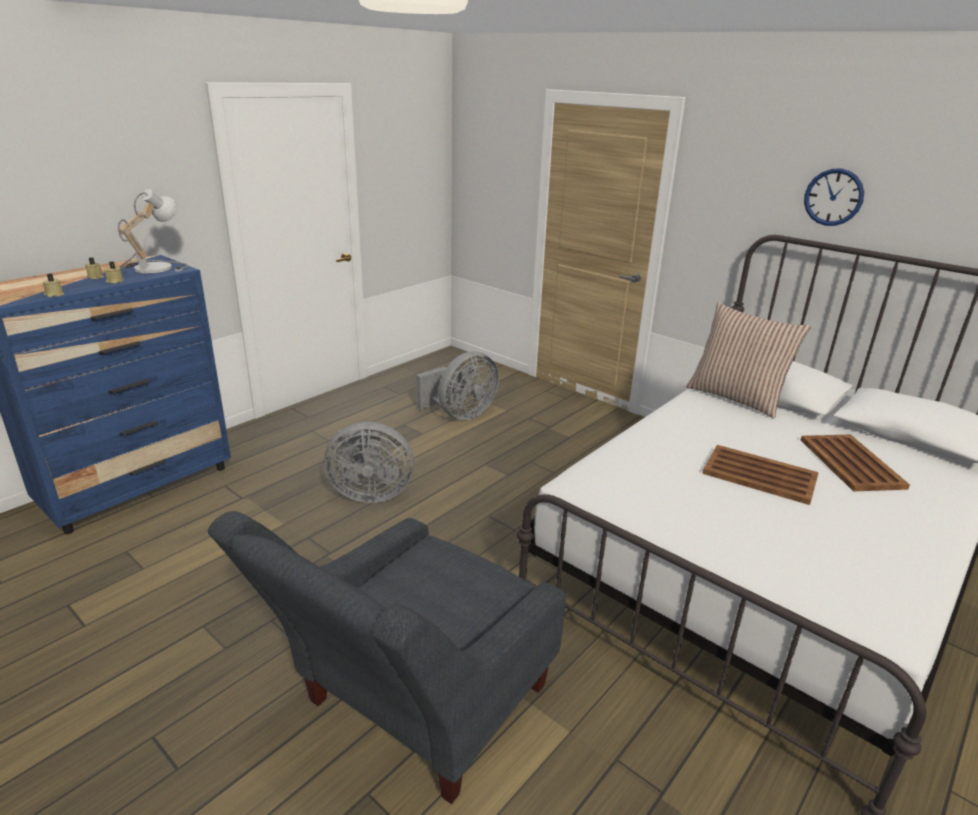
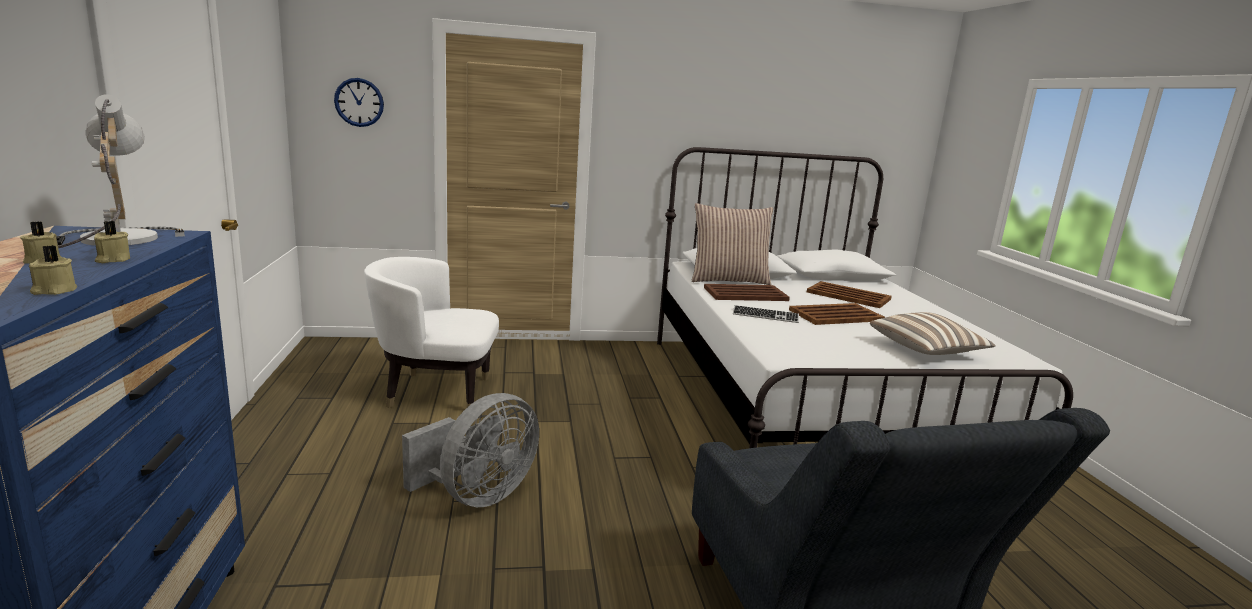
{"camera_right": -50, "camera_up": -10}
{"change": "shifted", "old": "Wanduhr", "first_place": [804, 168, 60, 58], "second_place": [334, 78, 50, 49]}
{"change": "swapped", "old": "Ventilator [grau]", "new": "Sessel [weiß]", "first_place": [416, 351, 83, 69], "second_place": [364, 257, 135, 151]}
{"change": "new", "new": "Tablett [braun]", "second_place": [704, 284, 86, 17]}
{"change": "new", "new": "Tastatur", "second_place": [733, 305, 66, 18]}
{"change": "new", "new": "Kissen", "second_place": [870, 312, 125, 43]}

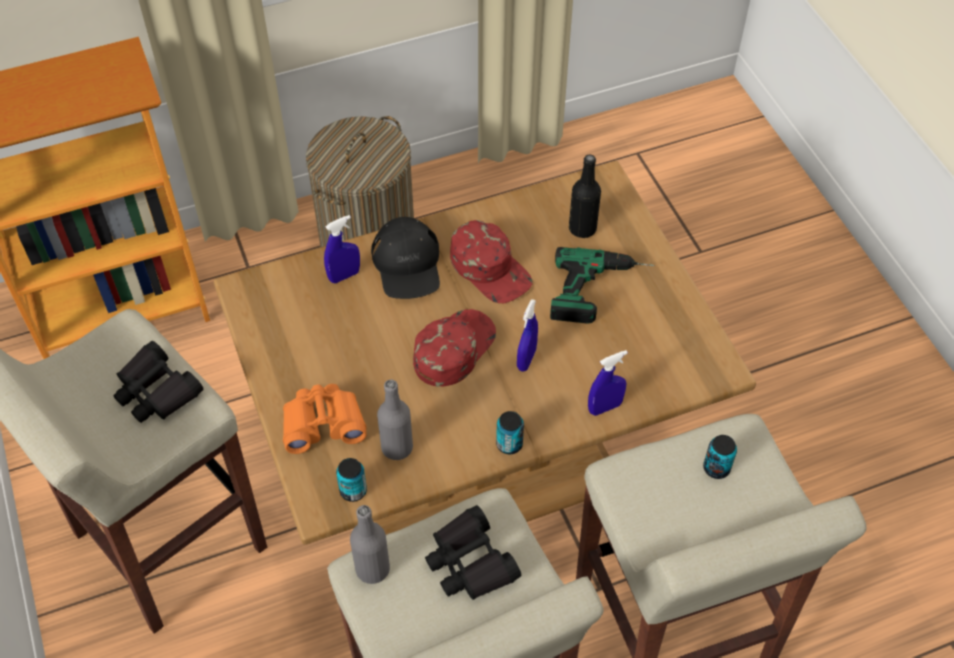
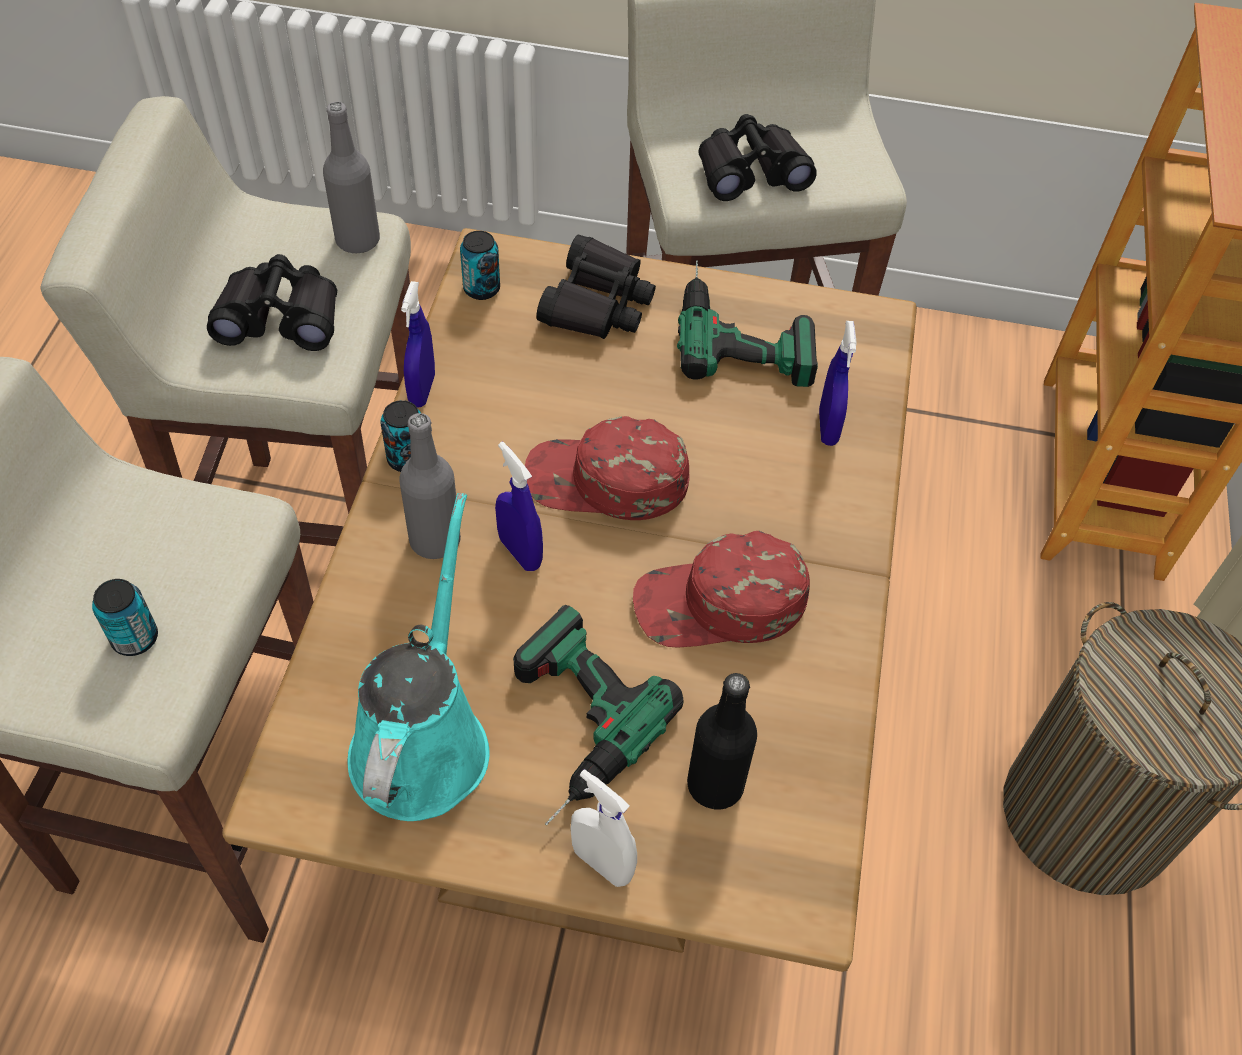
{"camera_right": 120, "camera_up": 0}
{"change": "new", "new": "Gießkanne [türkis]", "second_place": [347, 493, 143, 328]}
{"change": "shifted", "old": "Flasche [grau]", "first_place": [377, 380, 36, 80], "second_place": [399, 413, 62, 146]}
{"change": "shifted", "old": "Sprühflasche [blau]", "first_place": [588, 350, 40, 66], "second_place": [401, 281, 34, 127]}
{"change": "rotated", "old": "Kappe [rot]", "first_place": [413, 309, 83, 78], "second_place": [525, 416, 165, 104], "degrees": 120}
{"change": "repainted", "old": "Fernglas [orange]", "new": "Fernglas [schwarz]", "first_place": [283, 384, 84, 70], "second_place": [536, 234, 120, 105]}
{"change": "new", "new": "Sprühflasche [weiß]", "second_place": [571, 769, 66, 118]}
{"change": "new", "new": "Bohrmaschine", "second_place": [677, 260, 141, 127]}
{"change": "gone", "old": "Kappe [schwarz]", "first_place": [371, 217, 69, 82]}

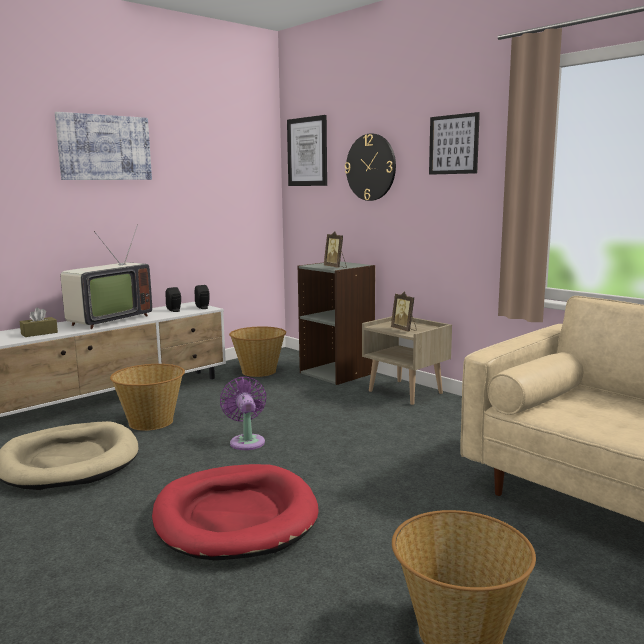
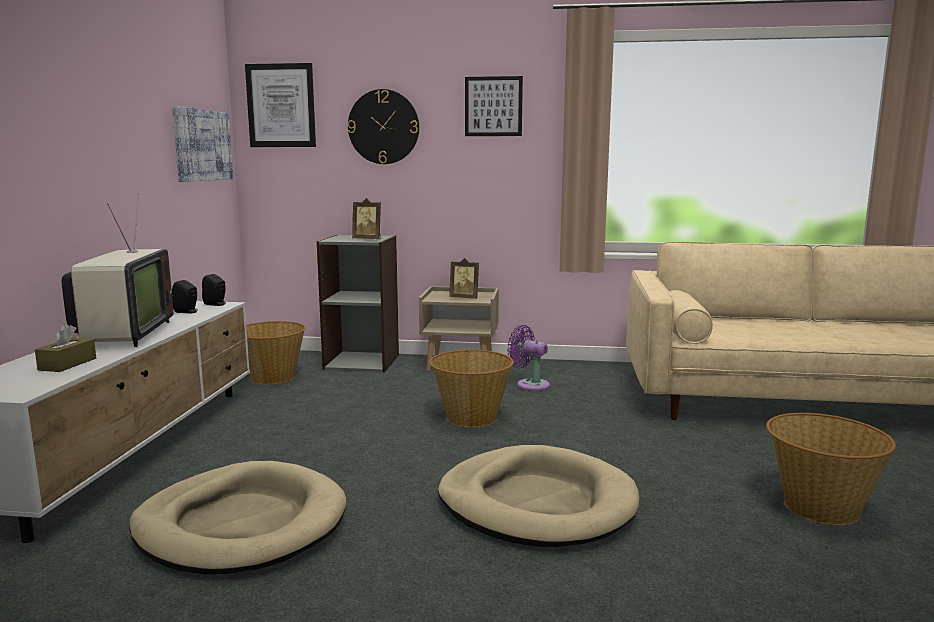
{"camera_right": -40, "camera_up": 0}
{"change": "shifted", "old": "Bild", "first_place": [55, 112, 97, 68], "second_place": [172, 106, 61, 76]}
{"change": "shifted", "old": "Korb", "first_place": [110, 364, 75, 67], "second_place": [429, 350, 85, 77]}
{"change": "repainted", "old": "Hundebett [rot]", "new": "Hundebett [beige]", "first_place": [152, 464, 167, 97], "second_place": [438, 445, 202, 102]}
{"change": "shifted", "old": "Ventilator [lila]", "first_place": [220, 377, 46, 73], "second_place": [507, 325, 43, 66]}

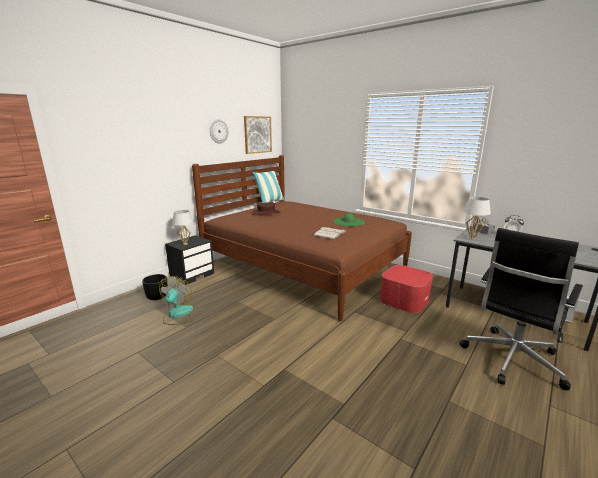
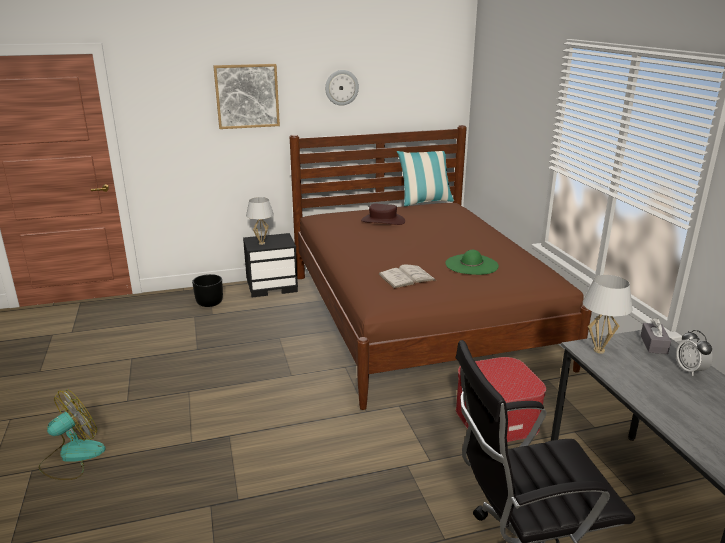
{"camera_right": 35, "camera_up": 5}
{"change": "shifted", "old": "Ventilator", "first_place": [159, 276, 36, 49], "second_place": [38, 389, 68, 91]}
{"change": "shifted", "old": "Bild", "first_place": [244, 116, 28, 38], "second_place": [213, 64, 67, 65]}

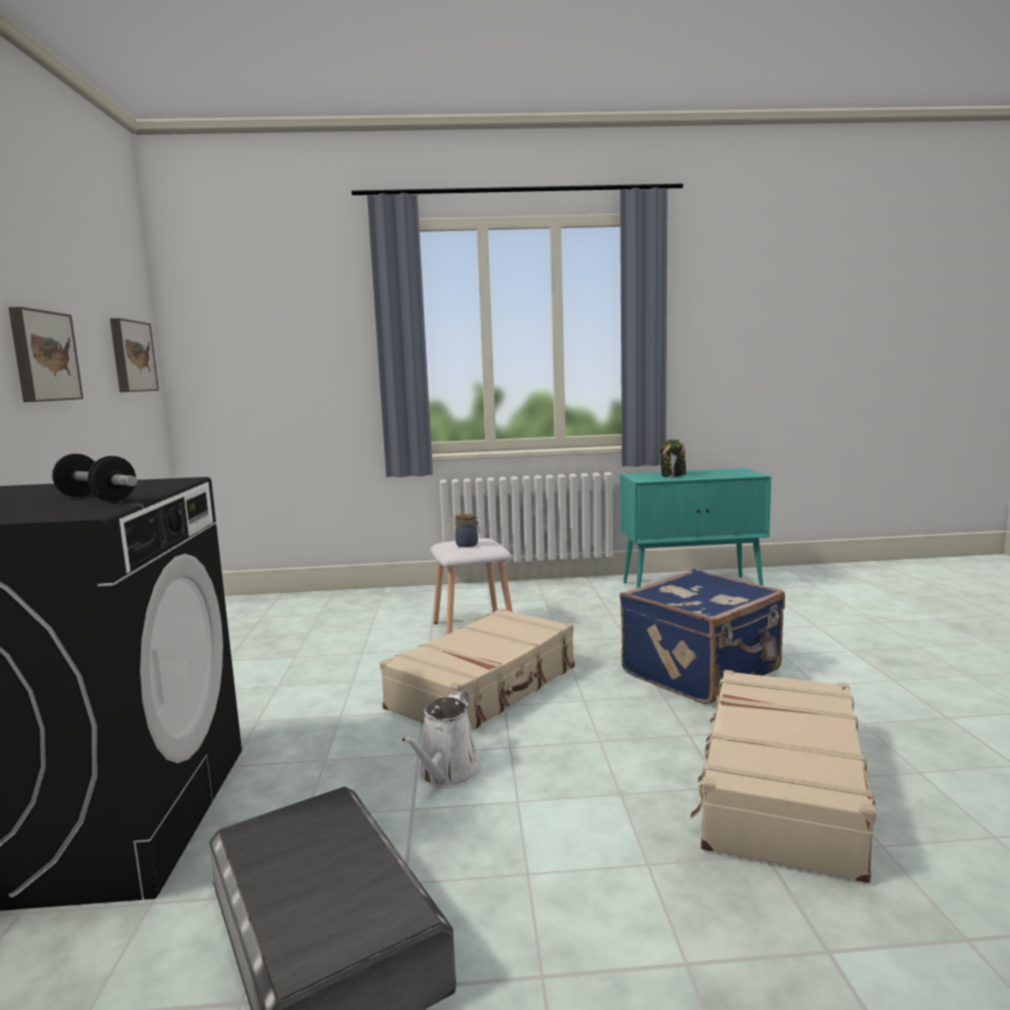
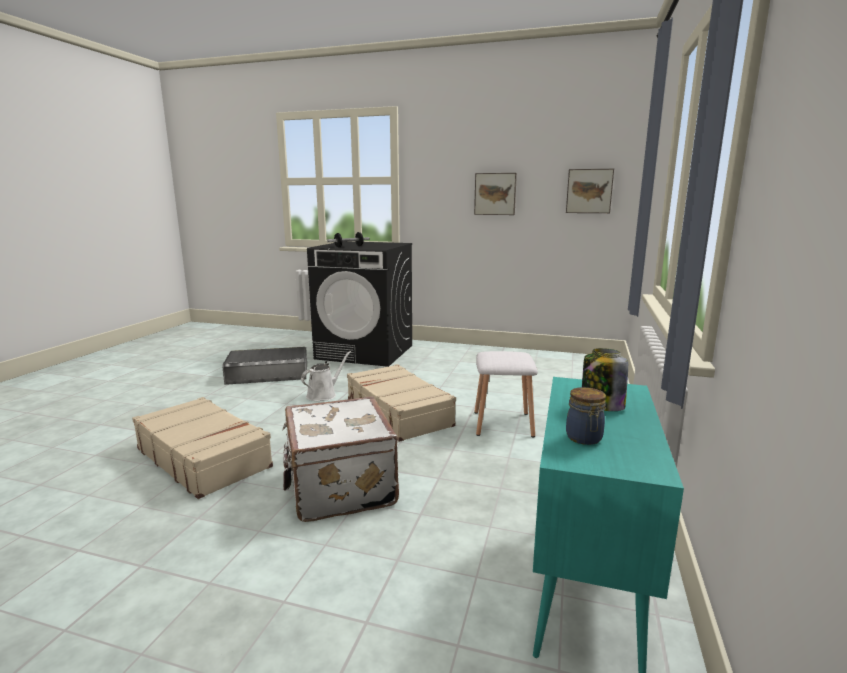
{"camera_right": 110, "camera_up": 5}
{"change": "repainted", "old": "Koffer [blau]", "new": "Koffer [weiß]", "first_place": [620, 569, 165, 135], "second_place": [282, 397, 117, 125]}
{"change": "rotated", "old": "Gießkanne [weiß]", "first_place": [401, 691, 81, 97], "second_place": [301, 351, 50, 50], "degrees": 90}
{"change": "shifted", "old": "Vorratsglas", "first_place": [455, 514, 25, 33], "second_place": [566, 387, 40, 58]}

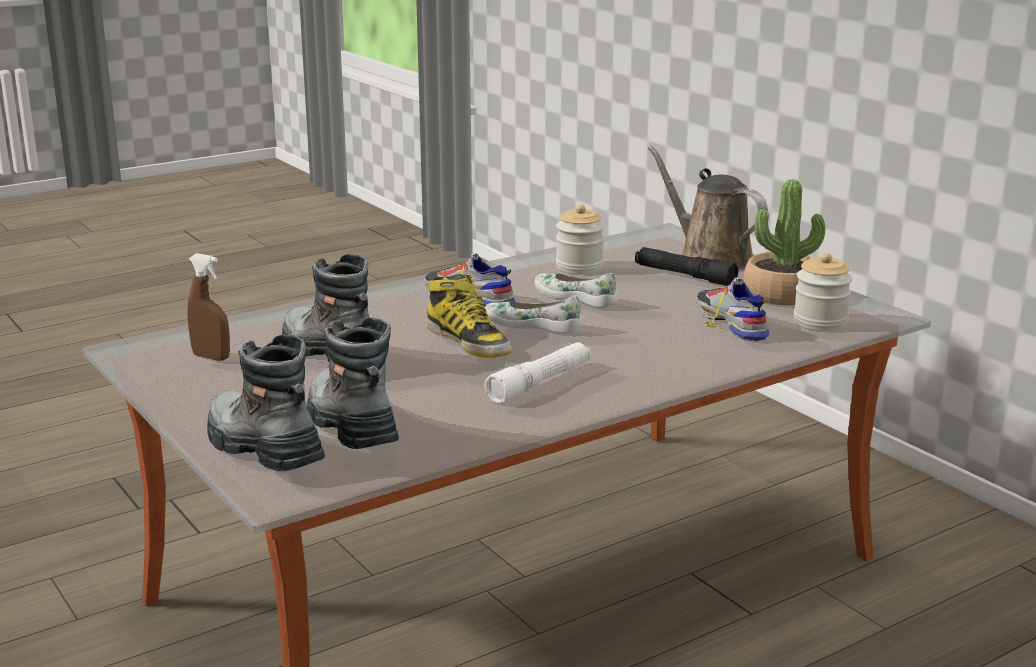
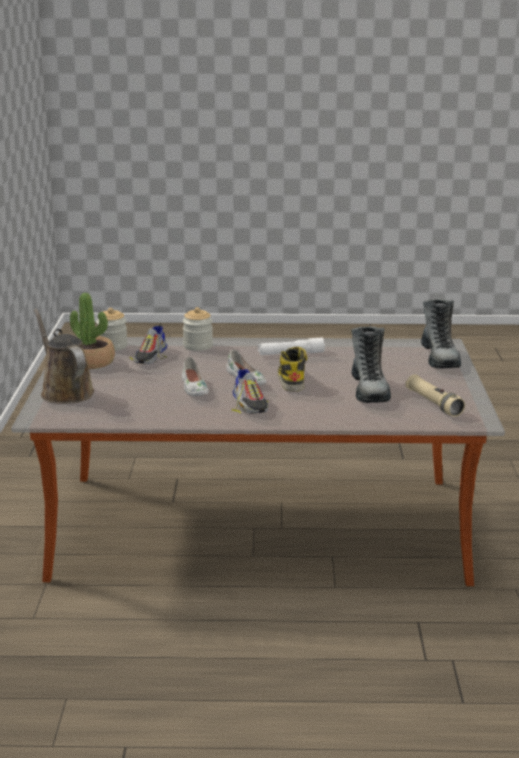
{"camera_right": -145, "camera_up": 0}
{"change": "rotated", "old": "Gießkanne [braun]", "first_place": [648, 146, 120, 125], "second_place": [34, 309, 60, 95], "degrees": 150}
{"change": "shifted", "old": "Vorratsglas", "first_place": [556, 204, 49, 70], "second_place": [183, 307, 30, 44]}
{"change": "swapped", "old": "Sprühflasche [braun]", "new": "Taschenlampe [beige]", "first_place": [187, 253, 43, 108], "second_place": [405, 374, 60, 43]}
{"change": "gone", "old": "Stiefel", "first_place": [307, 318, 92, 131]}
{"change": "gone", "old": "Taschenlampe [schwarz]", "first_place": [635, 247, 103, 39]}

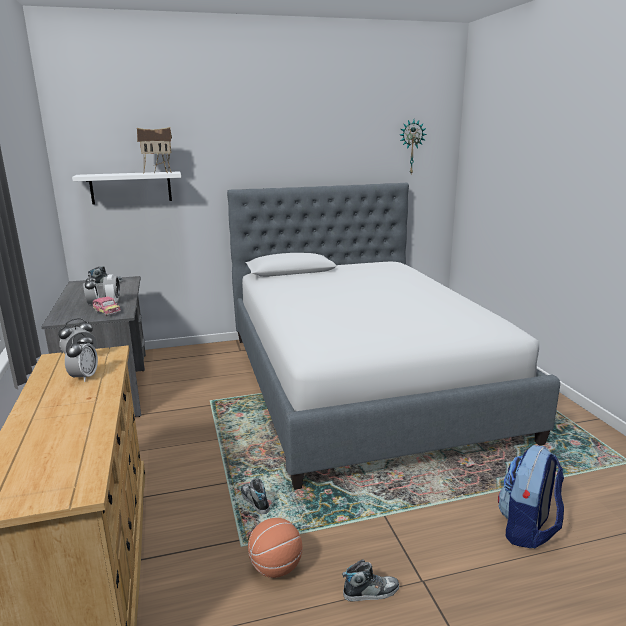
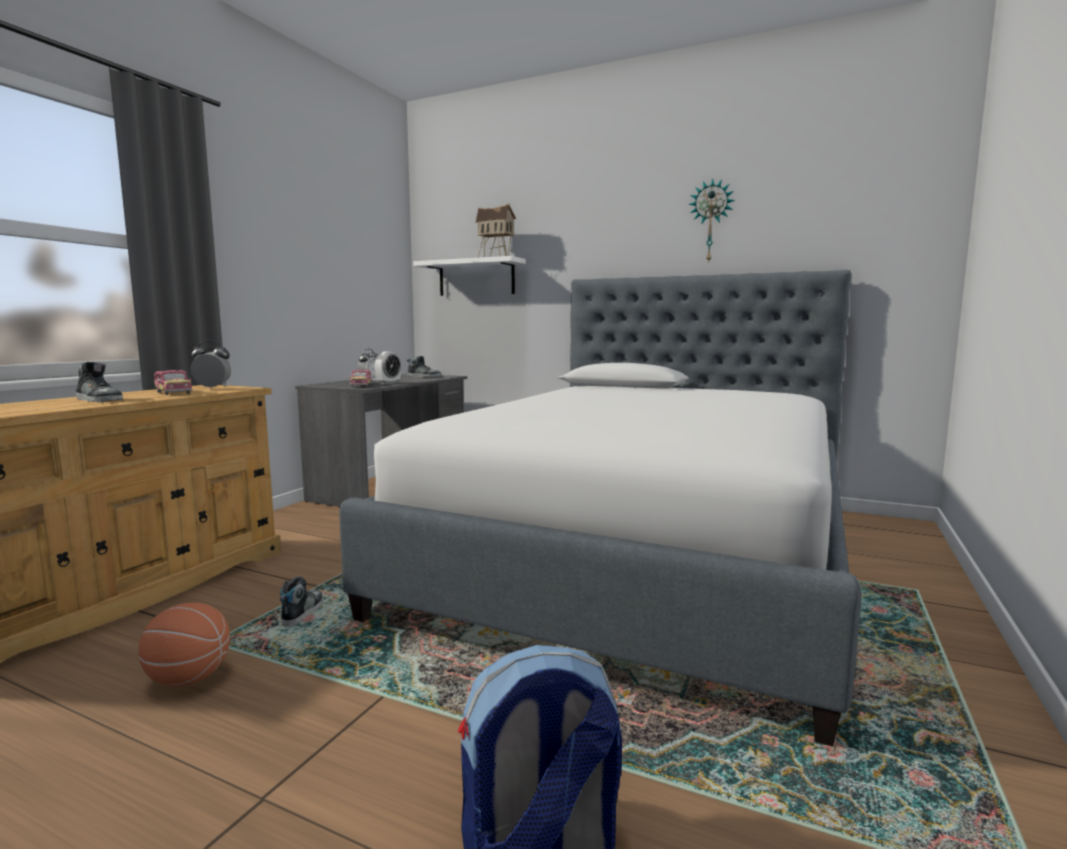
{"camera_right": 40, "camera_up": -10}
{"change": "shifted", "old": "Schuh", "first_place": [342, 560, 57, 41], "second_place": [76, 362, 47, 40]}
{"change": "swapped", "old": "Wecker", "new": "Spielzeugauto", "first_place": [65, 332, 33, 50], "second_place": [154, 370, 38, 25]}
{"change": "shifted", "old": "Wanduhr", "first_place": [400, 120, 27, 54], "second_place": [689, 179, 46, 84]}

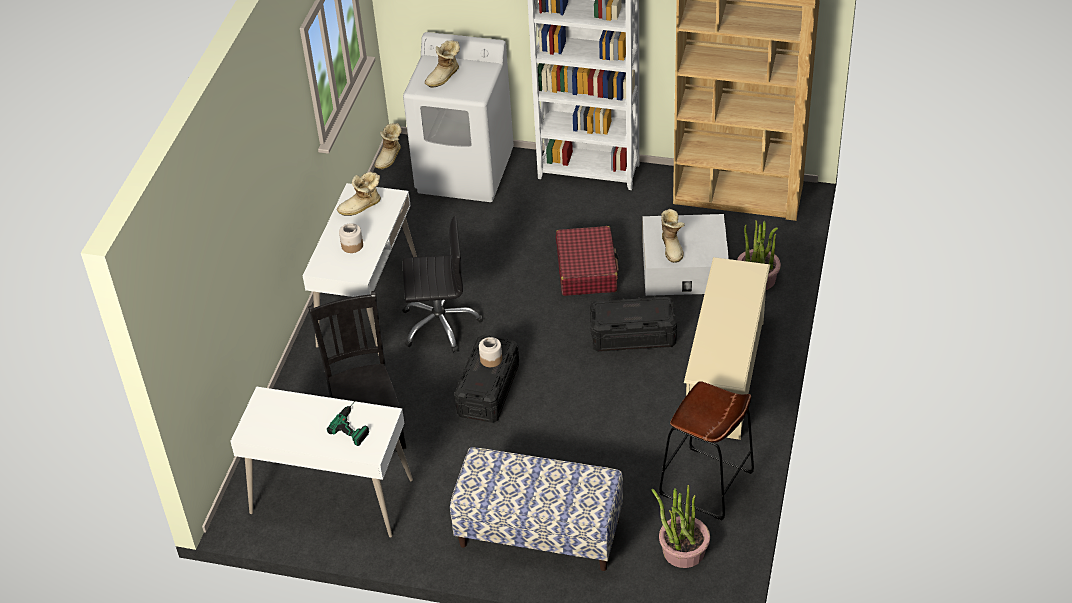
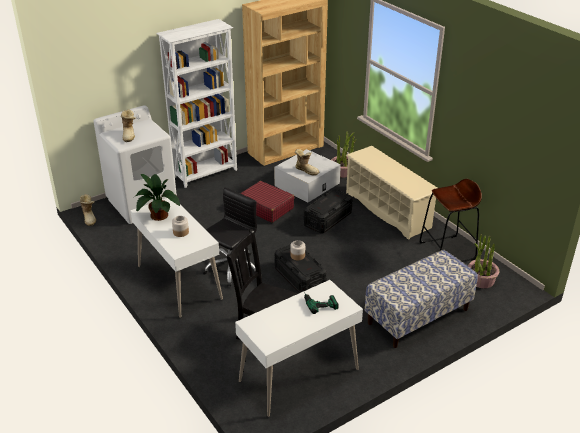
{"camera_right": -50, "camera_up": -10}
{"change": "swapped", "old": "Stiefel", "new": "Topfpflanze", "first_place": [337, 172, 44, 44], "second_place": [135, 174, 45, 47]}

